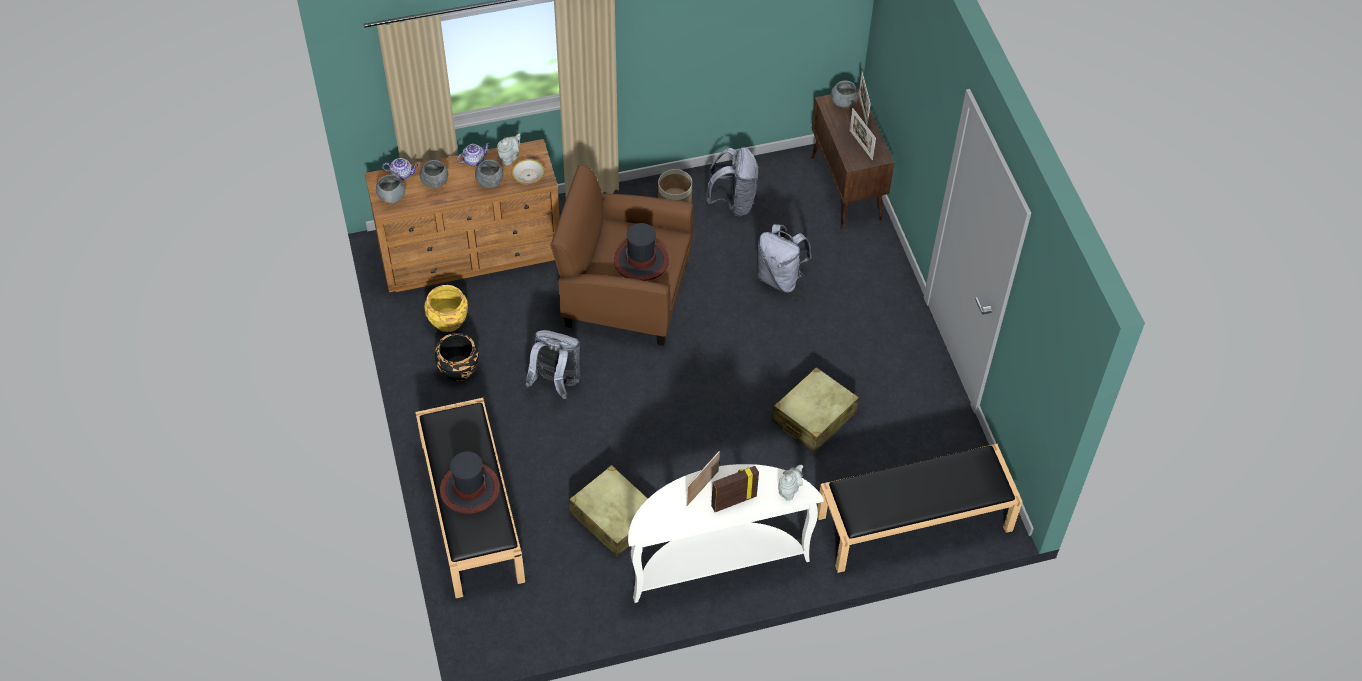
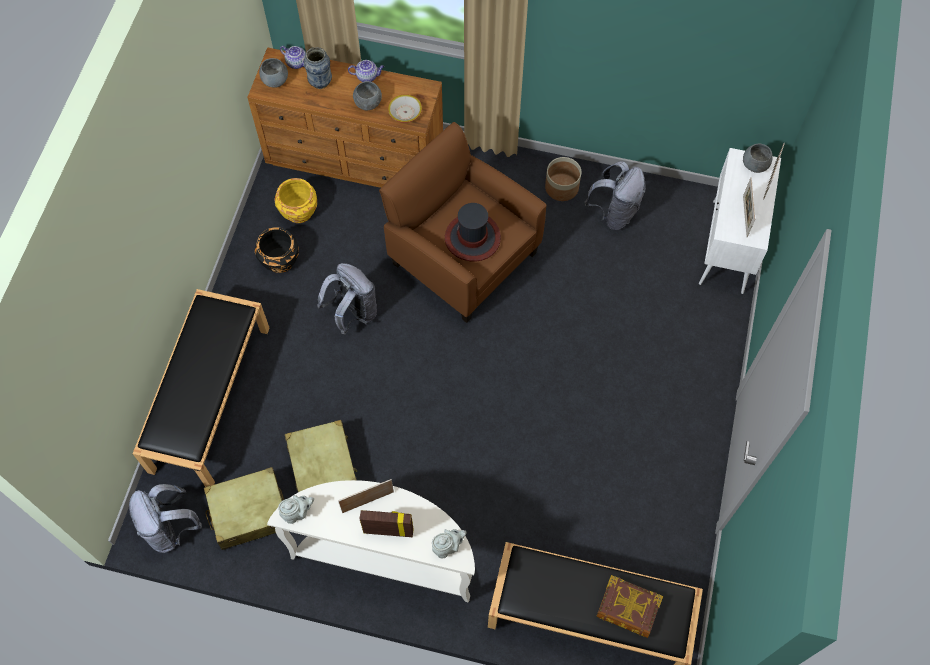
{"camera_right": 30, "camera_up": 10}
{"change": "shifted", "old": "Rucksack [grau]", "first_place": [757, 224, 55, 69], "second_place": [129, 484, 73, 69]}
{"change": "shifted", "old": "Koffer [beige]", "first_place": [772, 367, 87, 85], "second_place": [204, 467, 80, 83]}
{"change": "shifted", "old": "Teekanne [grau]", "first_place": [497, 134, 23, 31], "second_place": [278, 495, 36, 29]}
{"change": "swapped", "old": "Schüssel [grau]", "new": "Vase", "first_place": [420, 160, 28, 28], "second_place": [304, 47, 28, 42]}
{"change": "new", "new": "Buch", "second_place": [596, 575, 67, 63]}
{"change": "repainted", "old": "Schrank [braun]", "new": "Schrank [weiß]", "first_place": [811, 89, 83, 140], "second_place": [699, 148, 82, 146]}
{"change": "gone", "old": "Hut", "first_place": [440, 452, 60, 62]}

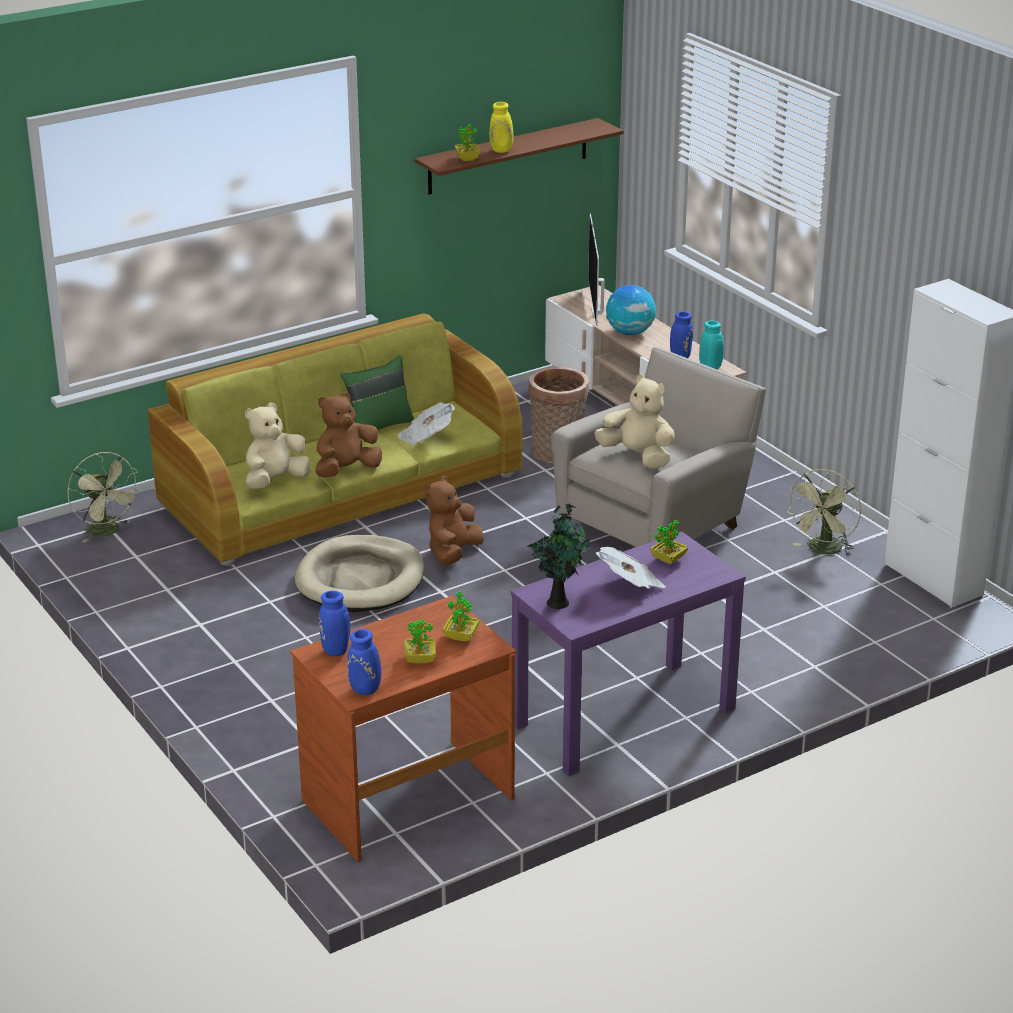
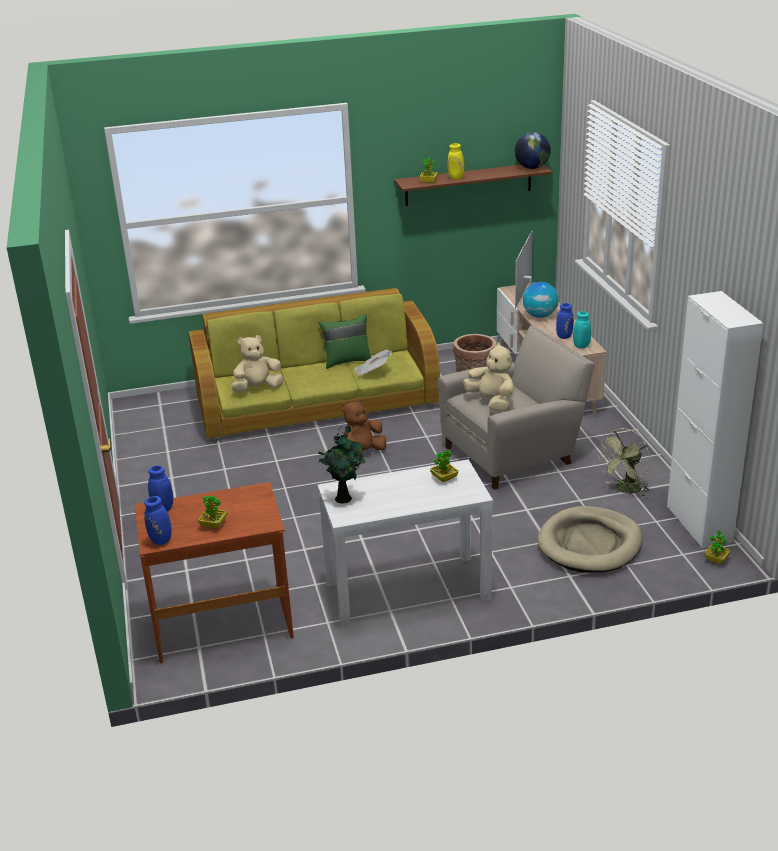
{"camera_right": 20, "camera_up": 0}
{"change": "repainted", "old": "Konsolentisch [lila]", "new": "Konsolentisch [weiß]", "first_place": [511, 532, 235, 244], "second_place": [317, 459, 176, 169]}
{"change": "new", "new": "Globus", "second_place": [515, 132, 36, 37]}
{"change": "shifted", "old": "Hundebett [beige]", "first_place": [295, 535, 129, 77], "second_place": [537, 506, 105, 67]}
{"change": "shifted", "old": "Topfpflanze", "first_place": [443, 591, 37, 51], "second_place": [704, 530, 26, 34]}
{"change": "gone", "old": "Ventilator [grün]", "first_place": [67, 452, 74, 91]}
{"change": "gone", "old": "Plüschtier [braun]", "first_place": [315, 392, 67, 85]}
{"change": "gone", "old": "Zeitung", "first_place": [596, 547, 70, 42]}

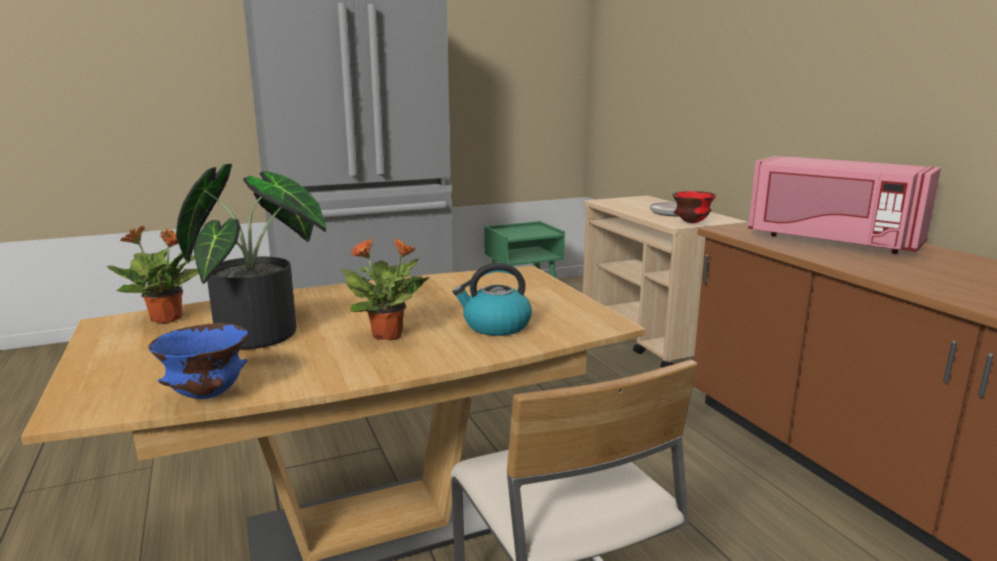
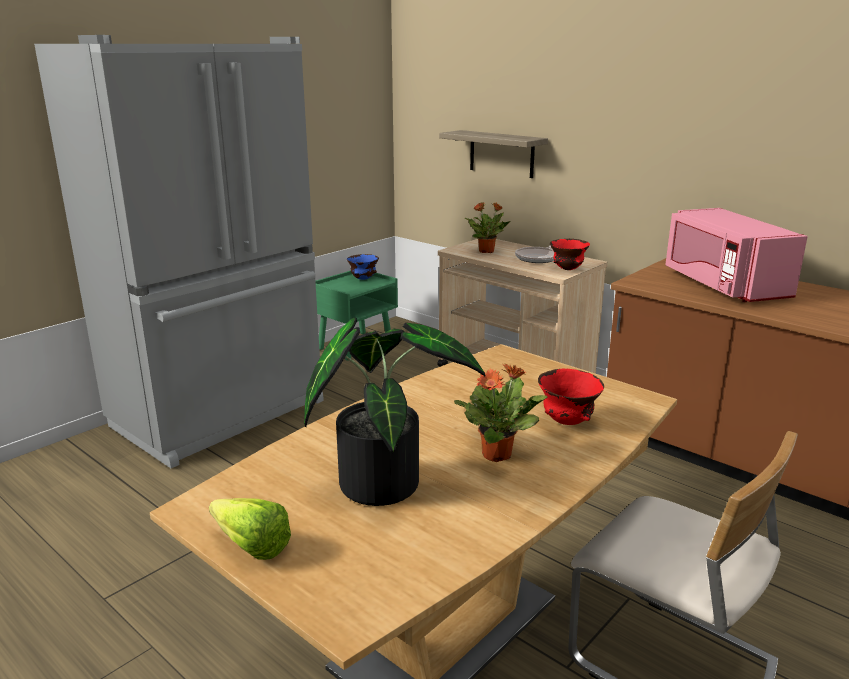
{"camera_right": -25, "camera_up": 5}
{"change": "new", "new": "Salatkopf", "second_place": [209, 498, 82, 62]}
{"change": "shifted", "old": "Schüssel [blau]", "first_place": [148, 323, 100, 76], "second_place": [347, 254, 32, 26]}
{"change": "new", "new": "Wandregal", "second_place": [439, 130, 109, 48]}
{"change": "shifted", "old": "Topfpflanze", "first_place": [106, 226, 93, 98], "second_place": [464, 202, 47, 51]}
{"change": "swapped", "old": "Wasserkessel", "new": "Schüssel [rot]", "first_place": [453, 263, 79, 73], "second_place": [538, 369, 66, 56]}
{"change": "rotated", "old": "Mikrowelle [rosa]", "first_place": [748, 156, 193, 98], "second_place": [665, 208, 143, 94], "degrees": 60}

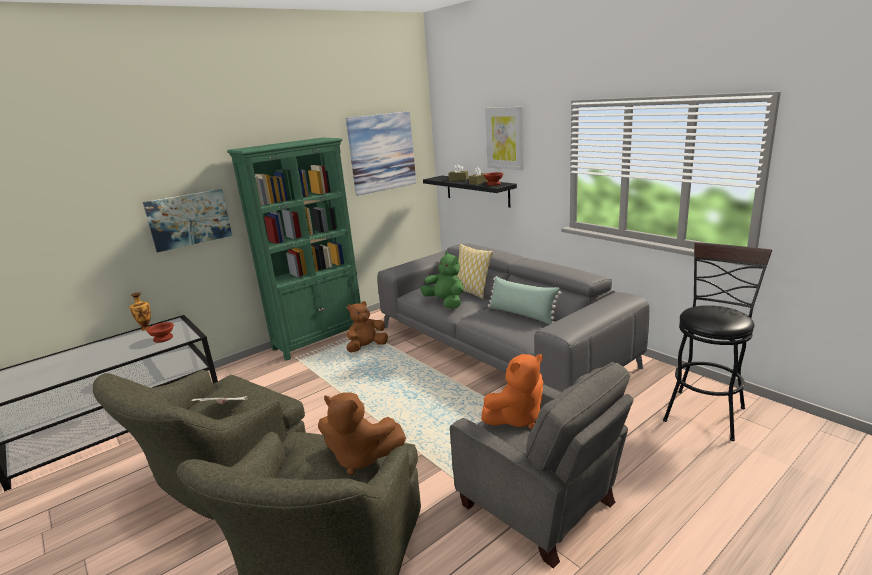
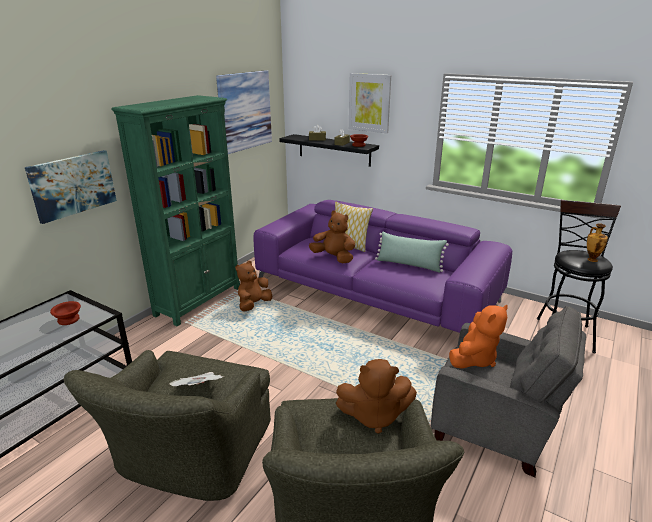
{"camera_right": -20, "camera_up": 5}
{"change": "repainted", "old": "Sofa [grau]", "new": "Sofa [lila]", "first_place": [377, 243, 272, 149], "second_place": [253, 200, 259, 133]}
{"change": "repainted", "old": "Plüschtier [grün]", "new": "Plüschtier [braun]", "first_place": [420, 252, 44, 57], "second_place": [309, 210, 46, 53]}
{"change": "shifted", "old": "Vase", "first_place": [130, 292, 21, 38], "second_place": [587, 223, 21, 39]}

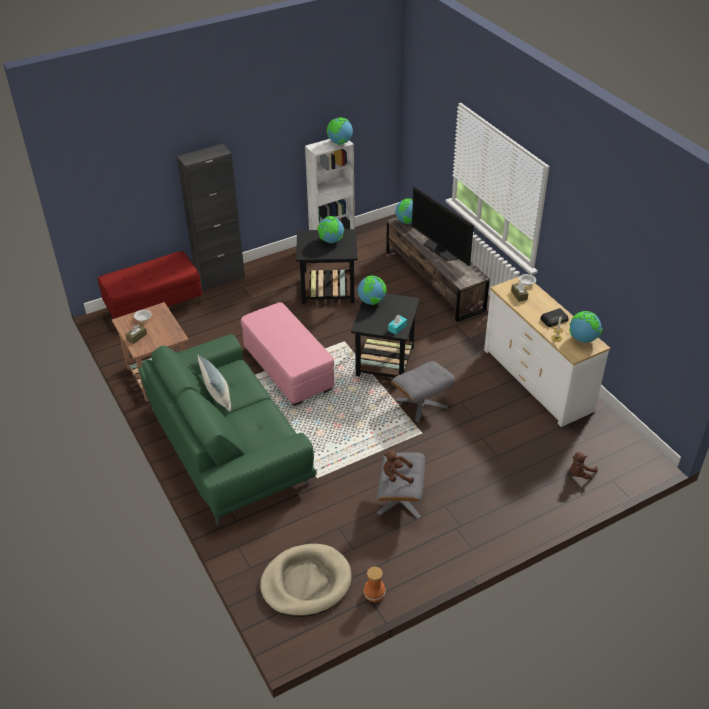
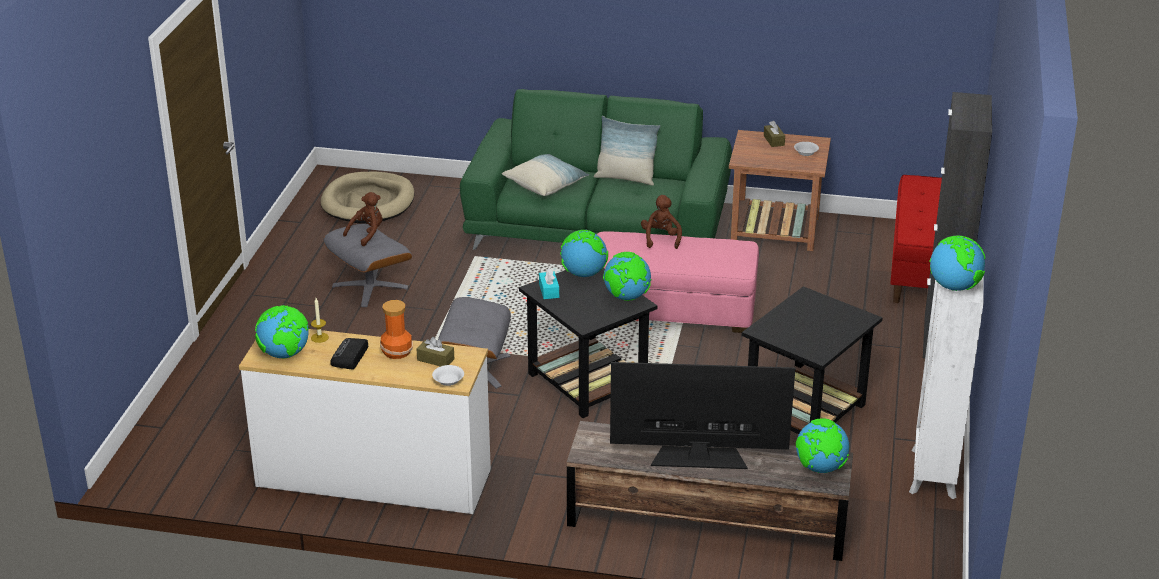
{"camera_right": 130, "camera_up": -10}
{"change": "shifted", "old": "Vase", "first_place": [363, 567, 23, 35], "second_place": [380, 300, 33, 59]}
{"change": "new", "new": "Kissen", "second_place": [502, 154, 87, 42]}
{"change": "shifted", "old": "Globus", "first_place": [317, 216, 27, 27], "second_place": [560, 230, 48, 47]}
{"change": "shifted", "old": "Plüschtier [braun]", "first_place": [570, 452, 28, 28], "second_place": [641, 195, 41, 54]}

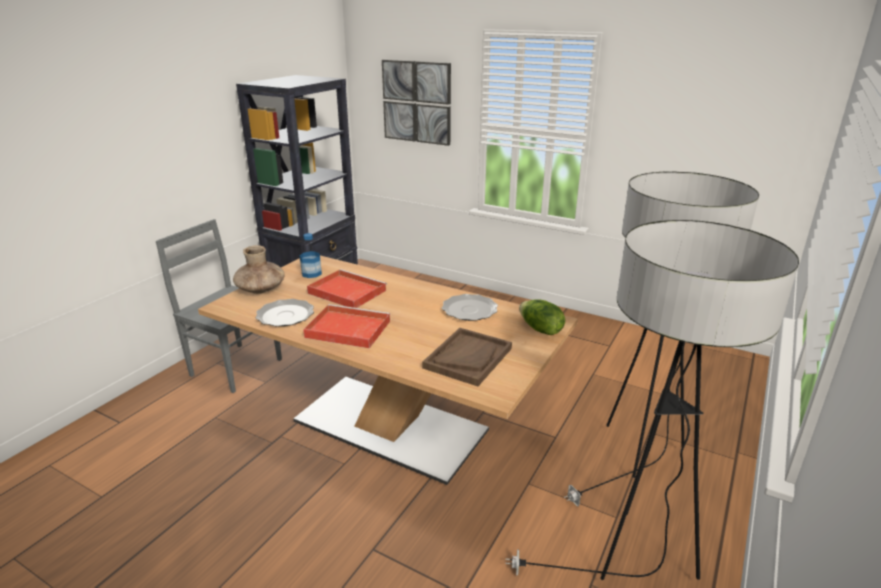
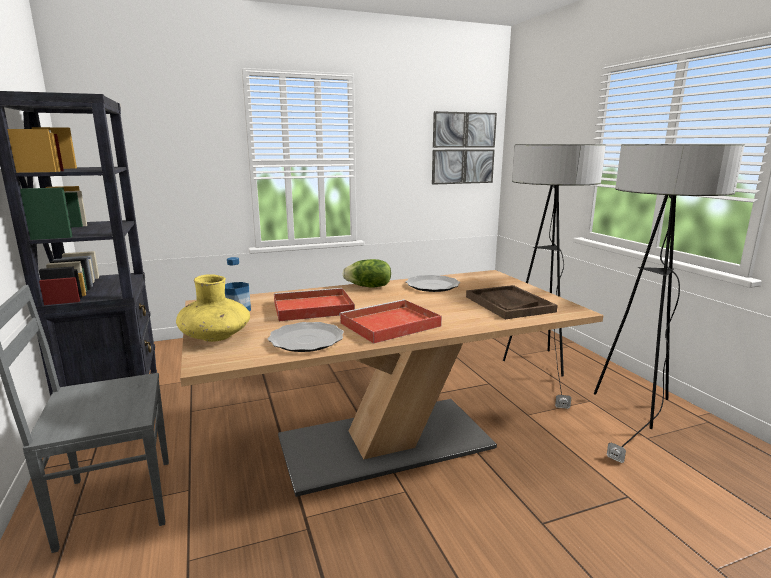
{"camera_right": -50, "camera_up": -10}
{"change": "repainted", "old": "Vase [braun]", "new": "Vase [gelb]", "first_place": [233, 245, 52, 49], "second_place": [176, 274, 74, 68]}
{"change": "shifted", "old": "Salatkopf", "first_place": [519, 299, 46, 36], "second_place": [343, 259, 48, 29]}
{"change": "shifted", "old": "Bild", "first_place": [382, 59, 69, 87], "second_place": [432, 111, 65, 74]}

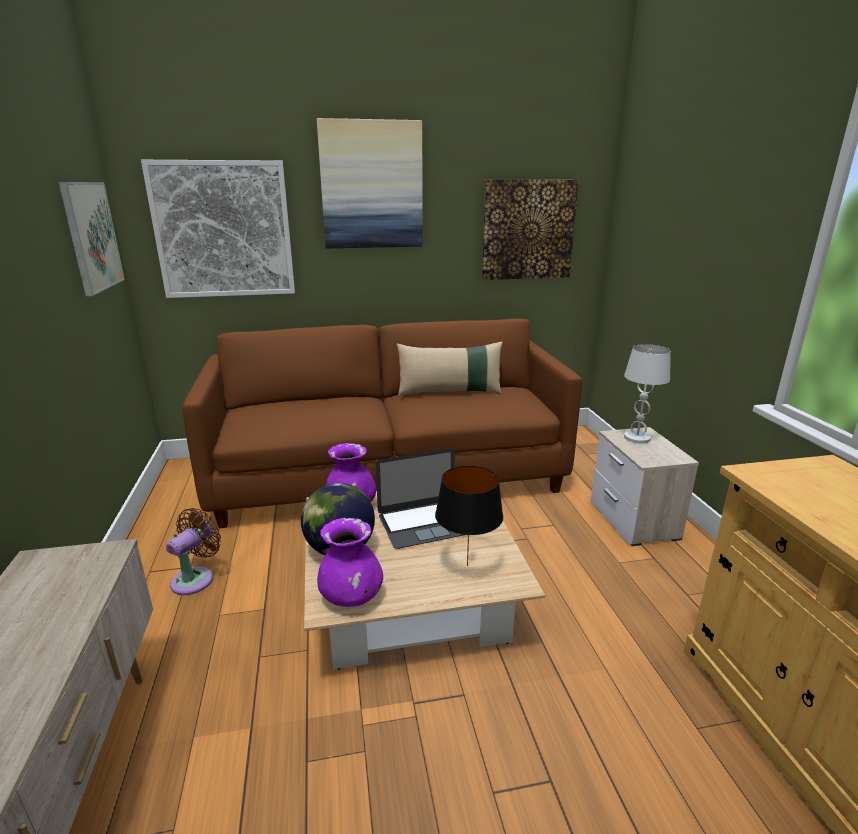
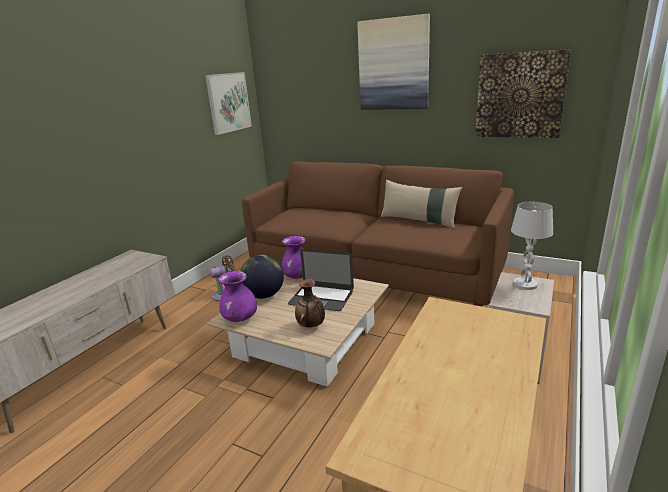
{"camera_right": 40, "camera_up": 0}
{"change": "swapped", "old": "Tischlampe [schwarz]", "new": "Vase", "first_place": [435, 465, 68, 101], "second_place": [295, 279, 30, 49]}
{"change": "gone", "old": "Bild", "first_place": [141, 160, 154, 138]}

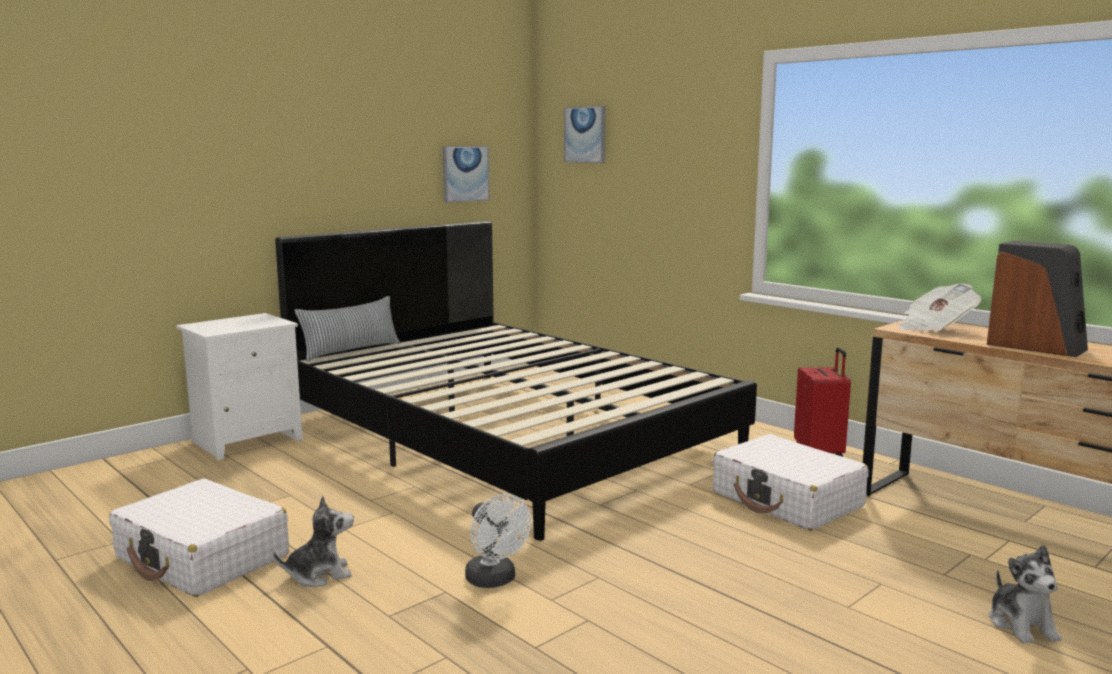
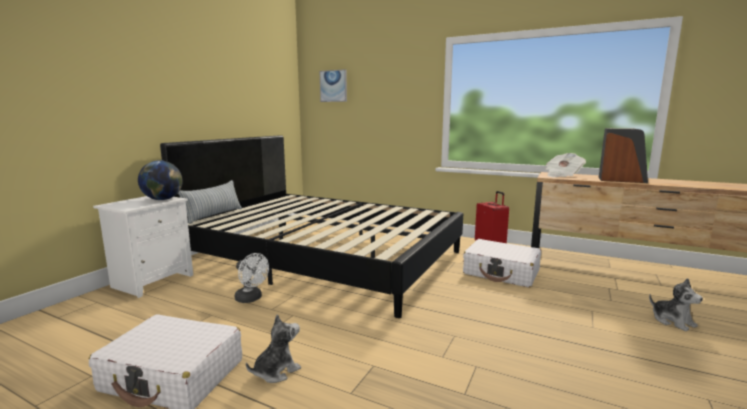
{"camera_right": -20, "camera_up": 0}
{"change": "new", "new": "Globus", "second_place": [138, 160, 45, 40]}
{"change": "shifted", "old": "Ventilator [weiß]", "first_place": [465, 494, 66, 94], "second_place": [235, 253, 34, 50]}
{"change": "gone", "old": "Bild", "first_place": [442, 146, 47, 57]}

